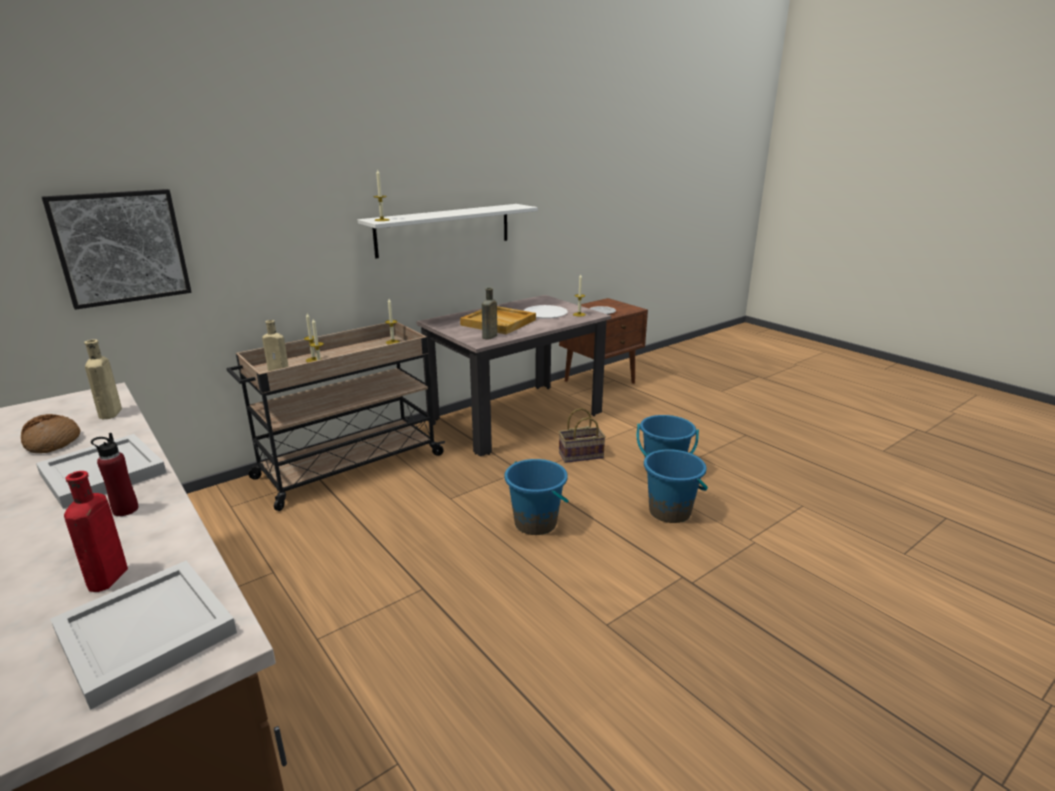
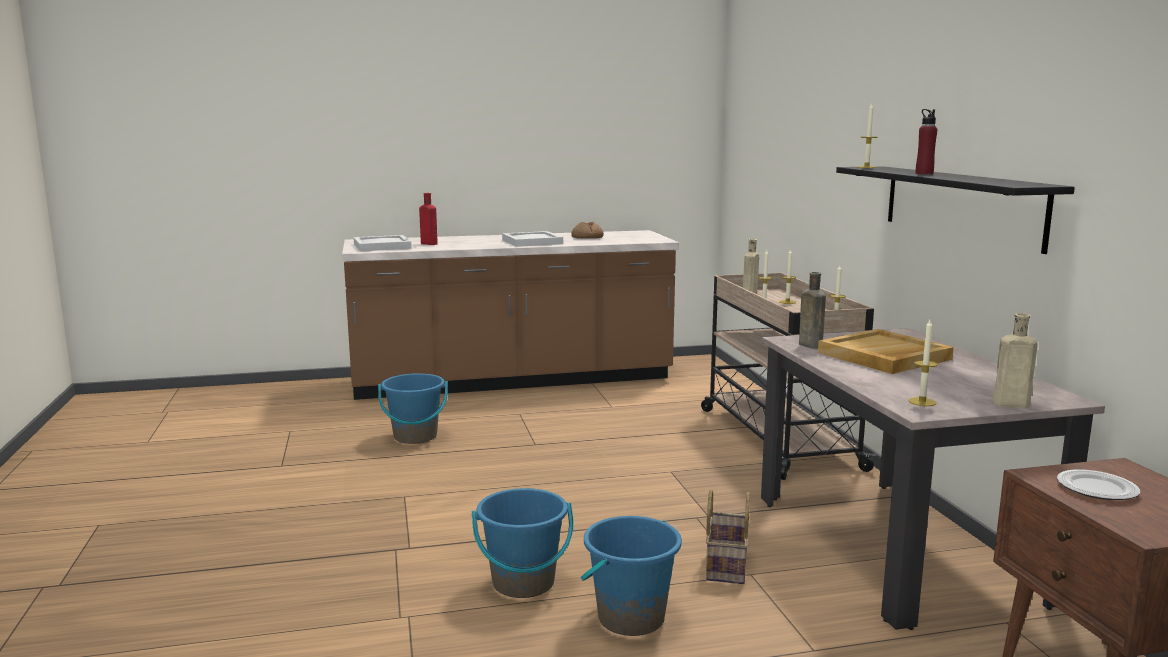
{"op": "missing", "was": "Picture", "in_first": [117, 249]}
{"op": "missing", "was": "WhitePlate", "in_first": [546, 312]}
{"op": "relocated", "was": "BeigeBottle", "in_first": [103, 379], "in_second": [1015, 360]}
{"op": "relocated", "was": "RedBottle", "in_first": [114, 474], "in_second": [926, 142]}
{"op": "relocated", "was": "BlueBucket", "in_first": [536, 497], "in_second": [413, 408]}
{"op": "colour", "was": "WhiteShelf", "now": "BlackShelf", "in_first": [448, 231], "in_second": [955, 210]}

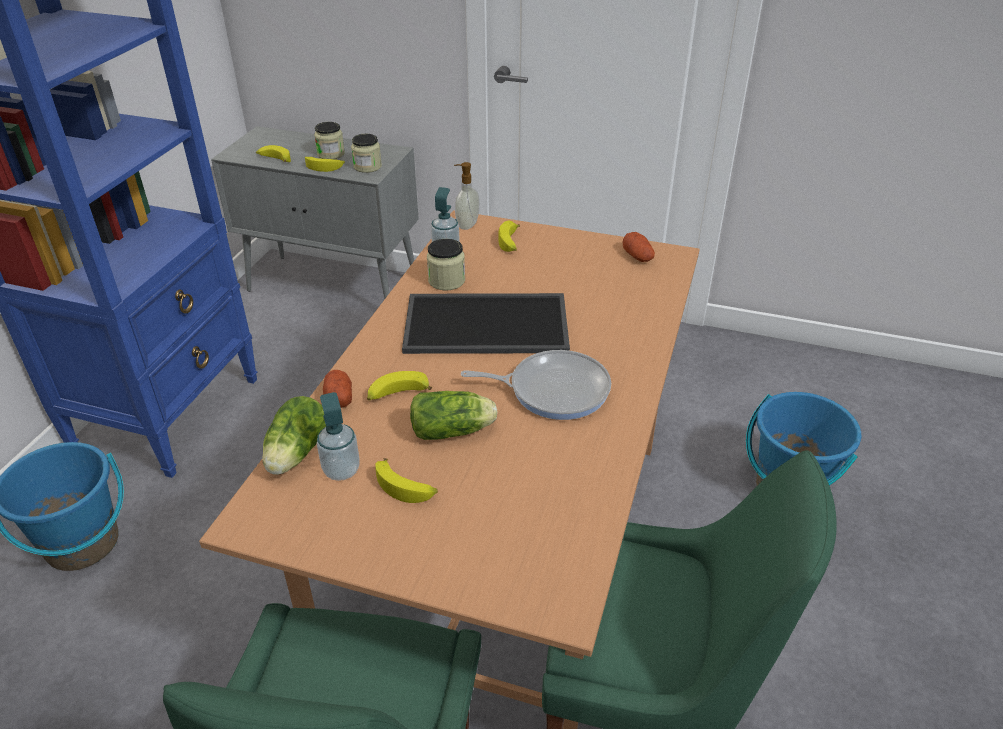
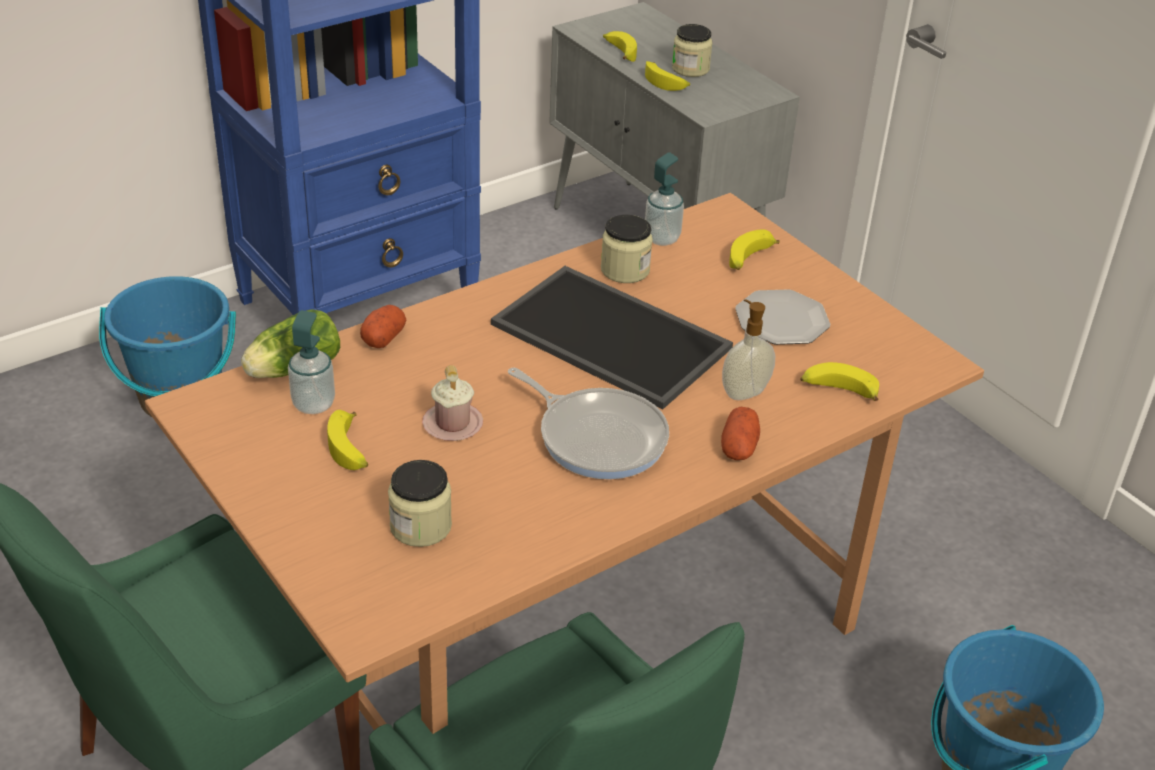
{"op": "appeared", "now": "Plate", "in_second": [783, 317]}
{"op": "relocated", "was": "Jar", "in_first": [366, 153], "in_second": [420, 503]}
{"op": "relocated", "was": "Banana", "in_first": [399, 385], "in_second": [840, 381]}
{"op": "relocated", "was": "SoapDispenser", "in_first": [467, 196], "in_second": [748, 349]}
{"op": "relocated", "was": "Potato", "in_first": [638, 247], "in_second": [740, 433]}
{"op": "exchanged", "was": "Lettuce", "now": "PinkMug", "in_first": [453, 415], "in_second": [452, 403]}

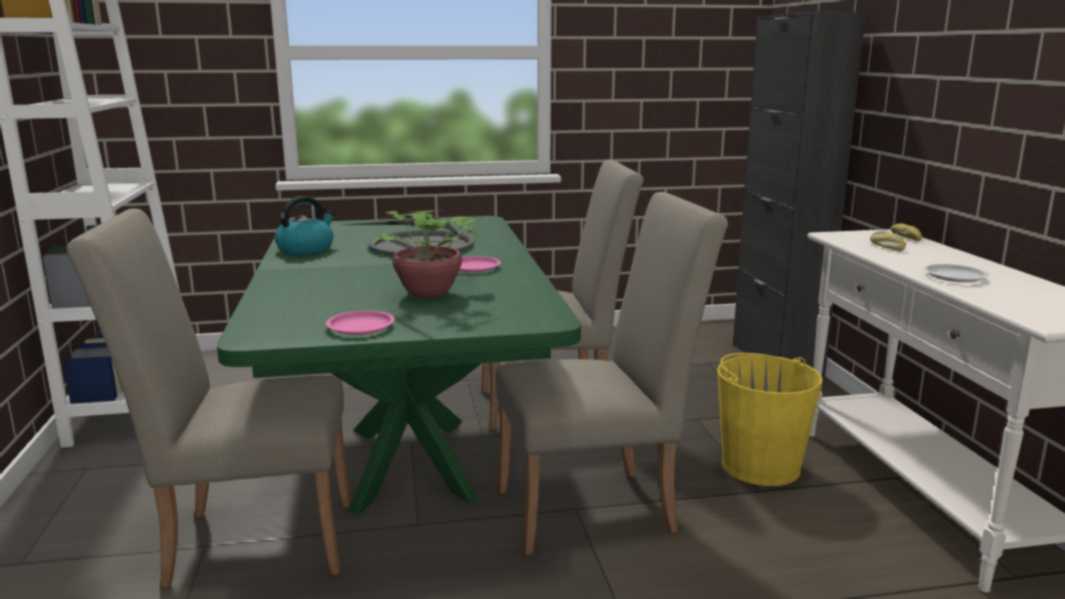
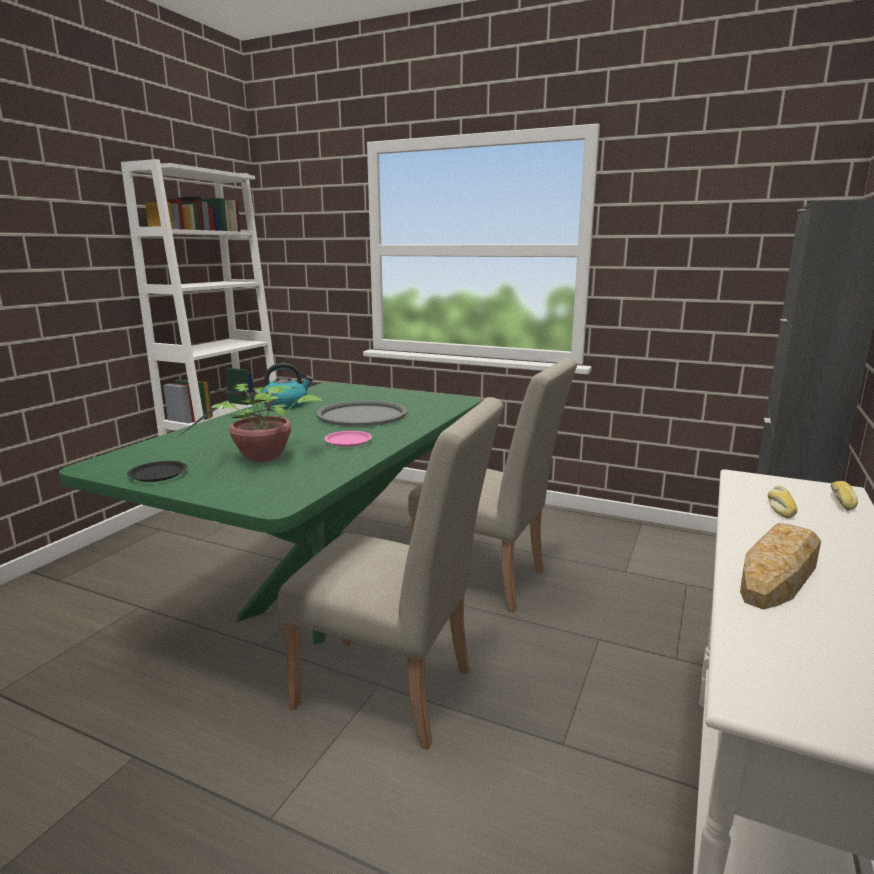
{"op": "missing", "was": "BeigeChair", "in_first": [209, 398]}
{"op": "missing", "was": "YellowBucket", "in_first": [770, 419]}
{"op": "exchanged", "was": "WhitePlate", "now": "Bread", "in_first": [956, 273], "in_second": [780, 566]}
{"op": "colour", "was": "PinkPlate", "now": "BlackPlate", "in_first": [360, 323], "in_second": [157, 471]}

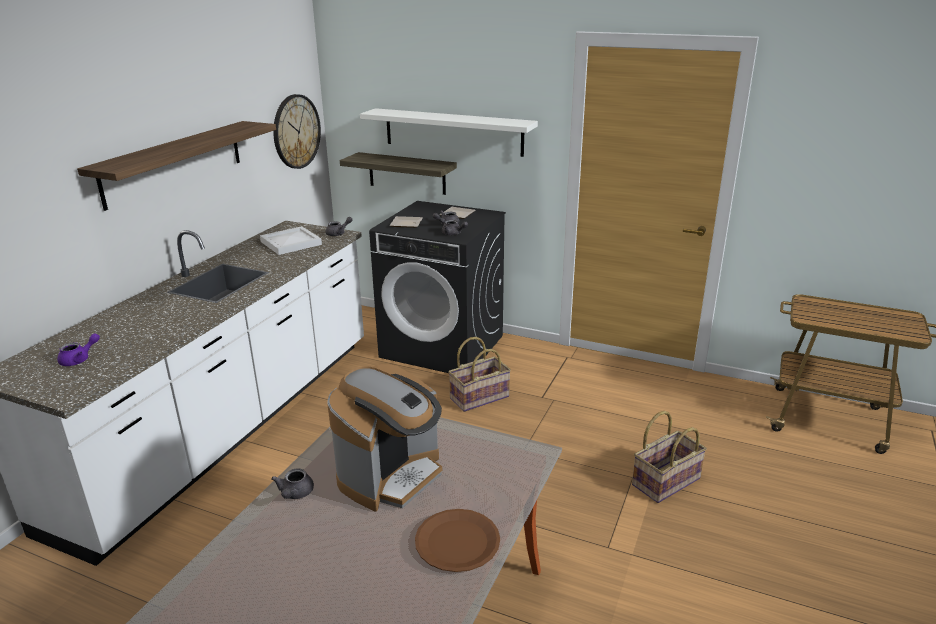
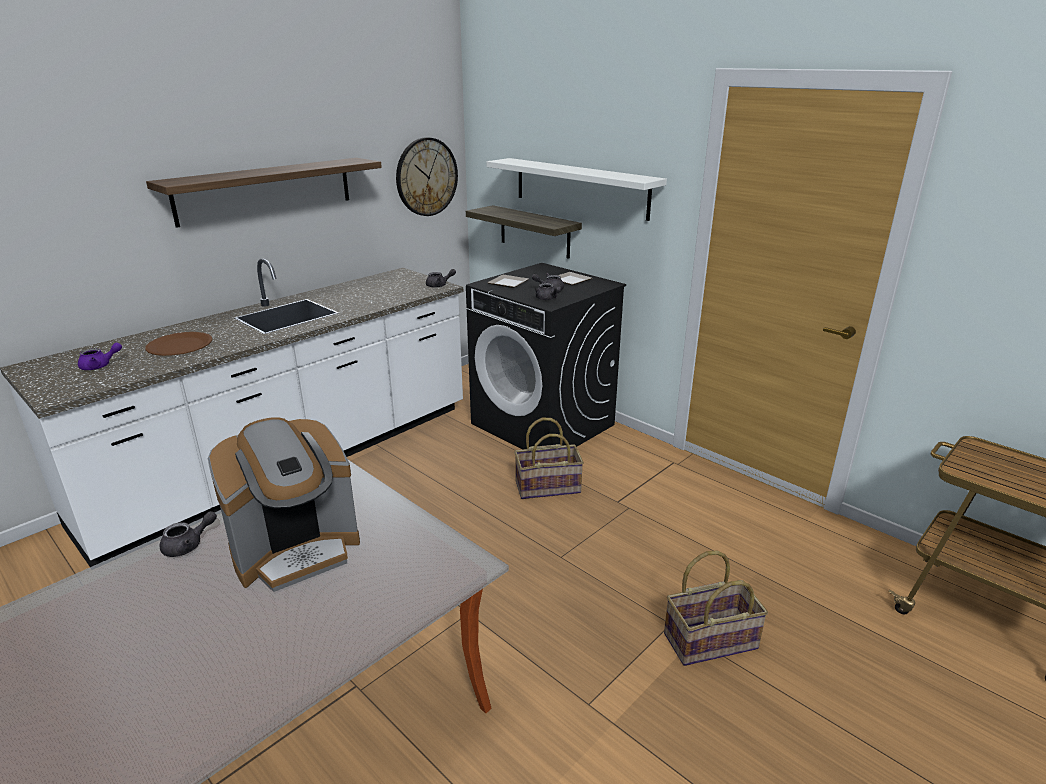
{"op": "missing", "was": "WhiteTray", "in_first": [291, 240]}
{"op": "relocated", "was": "BrownPlate", "in_first": [457, 540], "in_second": [178, 344]}
{"op": "spun", "was": "GreyTeapot", "in_first": [292, 483], "in_second": [188, 534], "clockwise": -150}

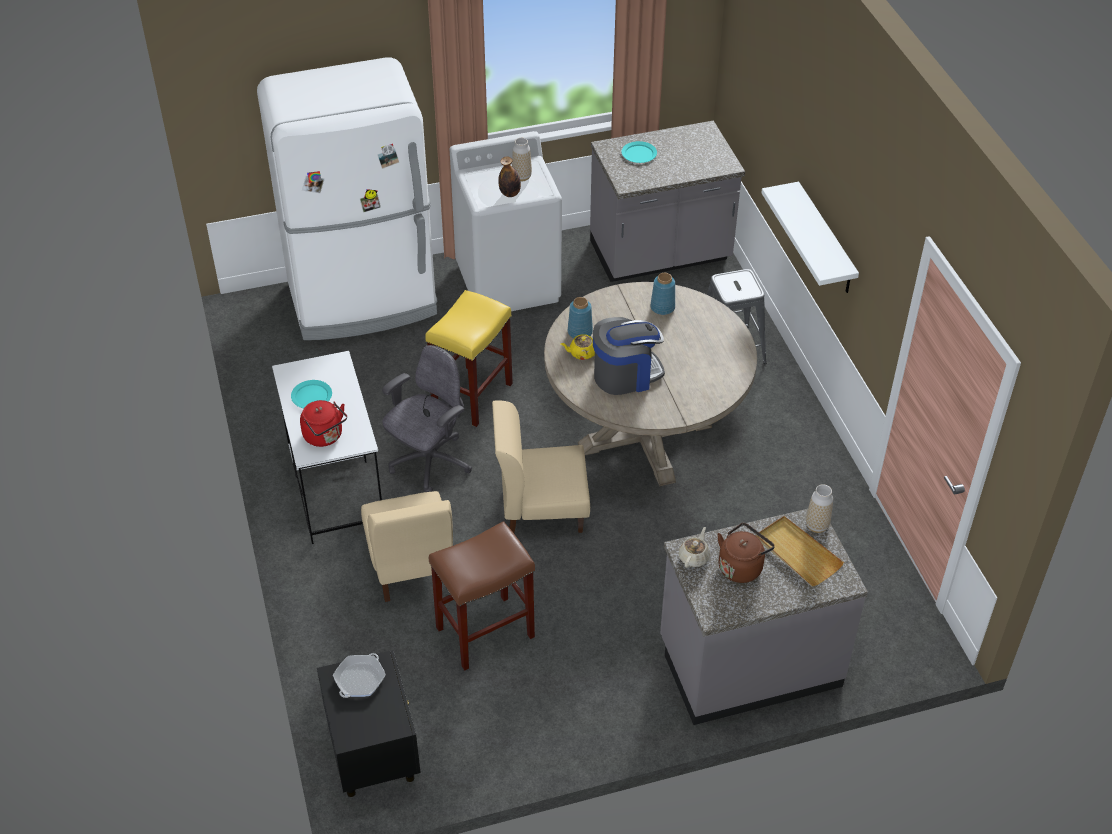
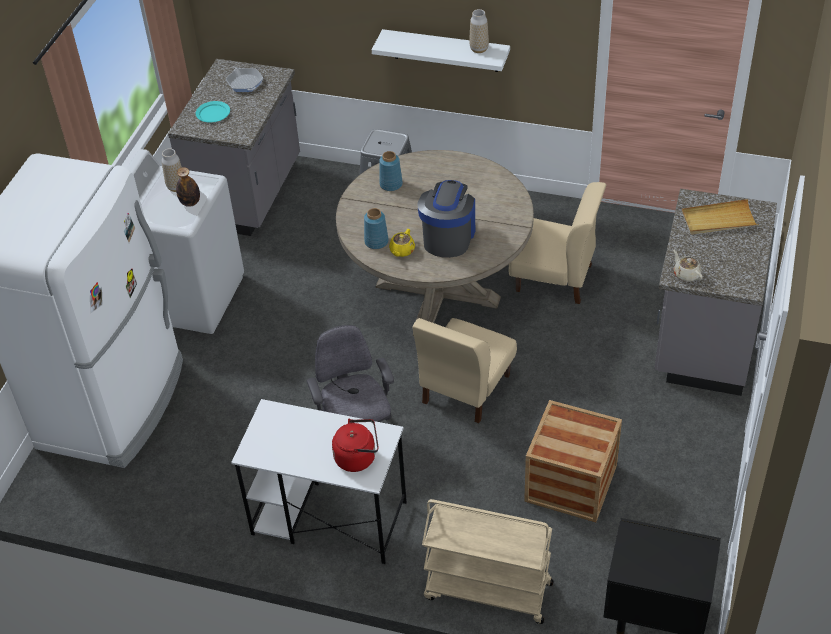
{"op": "missing", "was": "TurquoisePlate", "in_first": [311, 394]}
{"op": "missing", "was": "YellowStool", "in_first": [469, 358]}
{"op": "missing", "was": "BrownKettle", "in_first": [746, 553]}
{"op": "appeared", "now": "BeigeCart", "in_second": [488, 561]}
{"op": "relocated", "was": "FryingPan", "in_first": [359, 675], "in_second": [244, 80]}
{"op": "relocated", "was": "BeigeChair", "in_first": [407, 546], "in_second": [557, 243]}
{"op": "relocated", "was": "Vase", "in_first": [819, 508], "in_second": [479, 31]}
{"op": "exchanged", "was": "BrownStool", "now": "Crate", "in_first": [482, 596], "in_second": [573, 461]}

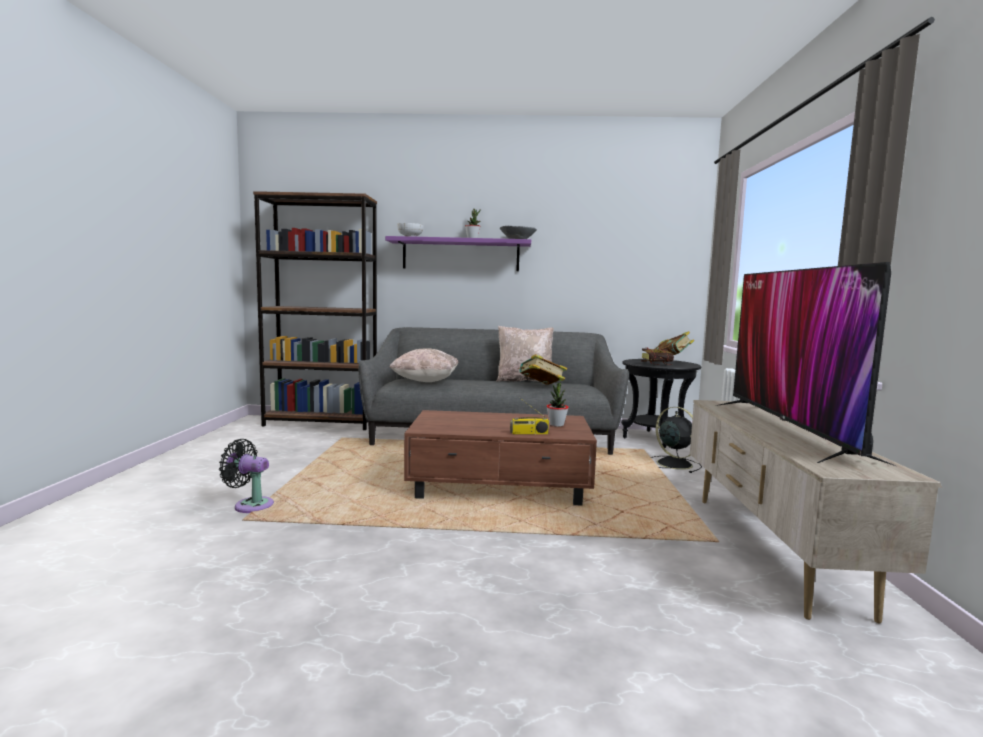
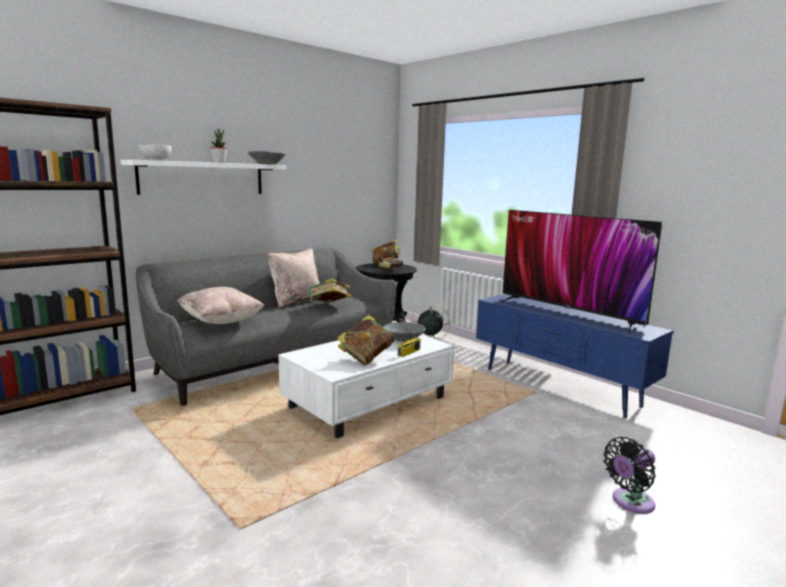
{"op": "appeared", "now": "Book", "in_second": [366, 340]}
{"op": "relocated", "was": "BlackFan", "in_first": [246, 476], "in_second": [629, 475]}
{"op": "exchanged", "was": "PottedPlant", "now": "GreyBowl", "in_first": [557, 404], "in_second": [404, 332]}
{"op": "colour", "was": "PurpleShelf", "now": "WhiteShelf", "in_first": [458, 253], "in_second": [203, 177]}
{"op": "colour", "was": "BrownCoffeeTable", "now": "WhiteCoffeeTable", "in_first": [500, 458], "in_second": [366, 386]}
{"op": "colour", "was": "BeigeTvStand", "now": "BlueTvStand", "in_first": [816, 511], "in_second": [575, 356]}

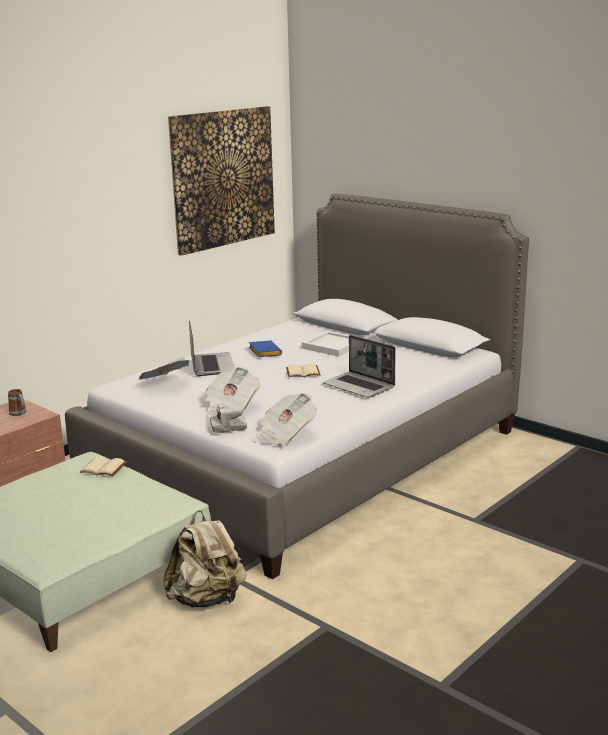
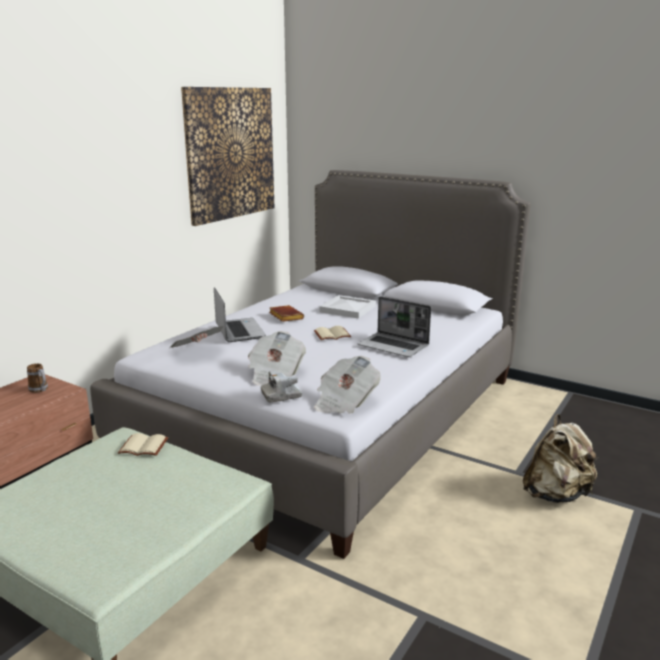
{"op": "relocated", "was": "BeigeBackpack", "in_first": [205, 558], "in_second": [561, 458]}
{"op": "colour", "was": "BlueBook", "now": "BrownBook", "in_first": [265, 348], "in_second": [286, 313]}

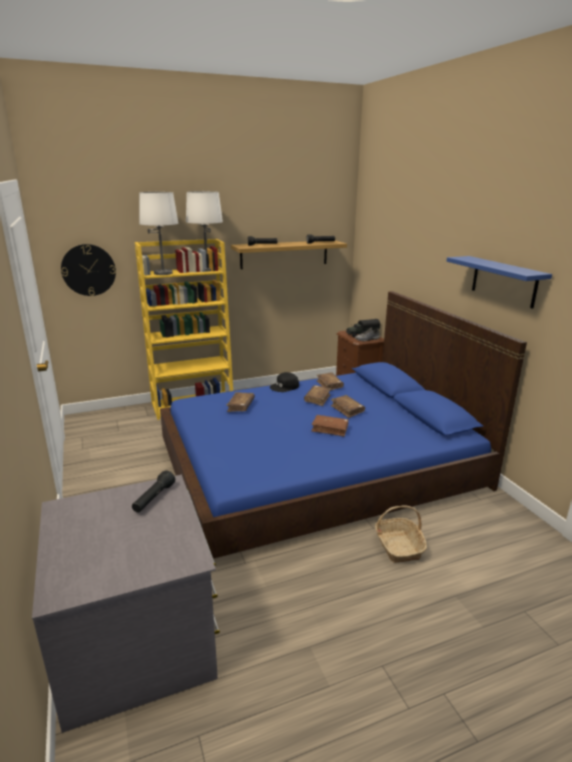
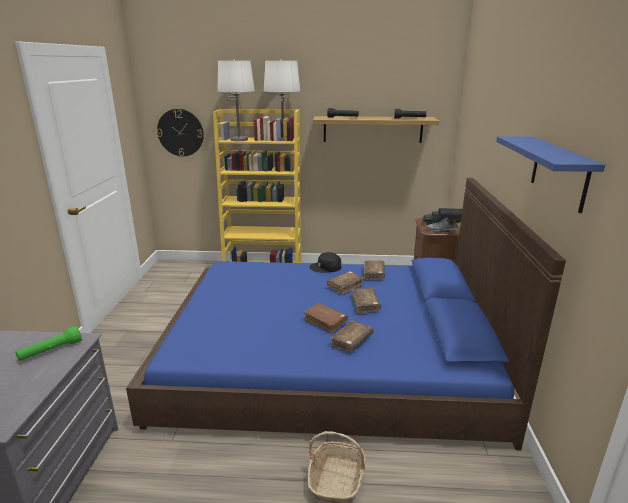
{"op": "relocated", "was": "BrownBook", "in_first": [240, 402], "in_second": [351, 336]}
{"op": "colour", "was": "BlackFlashlight", "now": "GreenFlashlight", "in_first": [153, 491], "in_second": [48, 343]}

